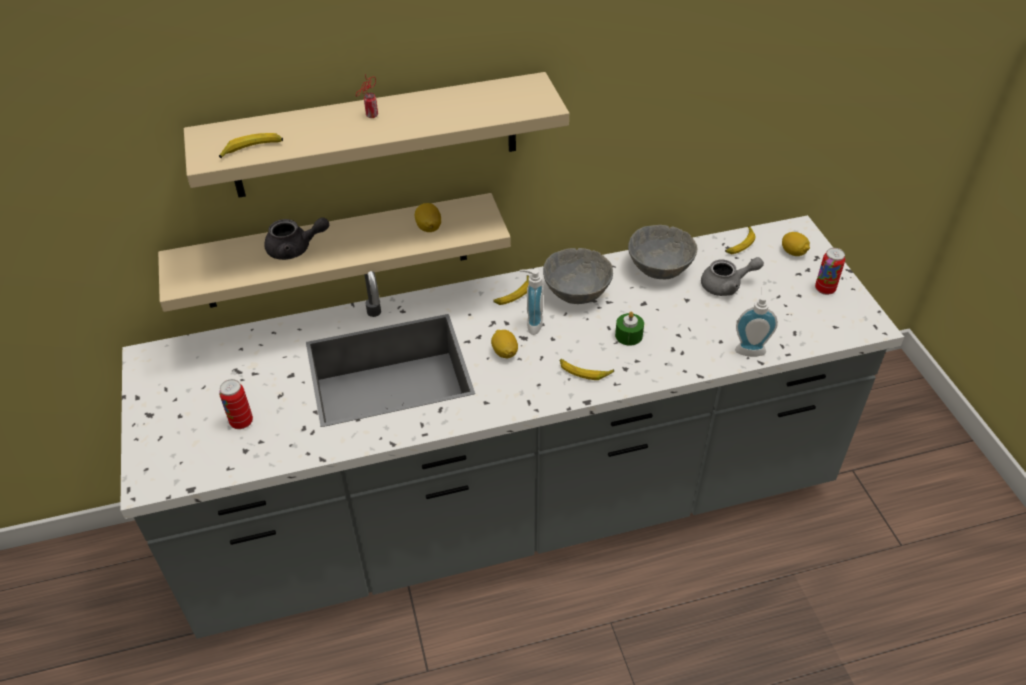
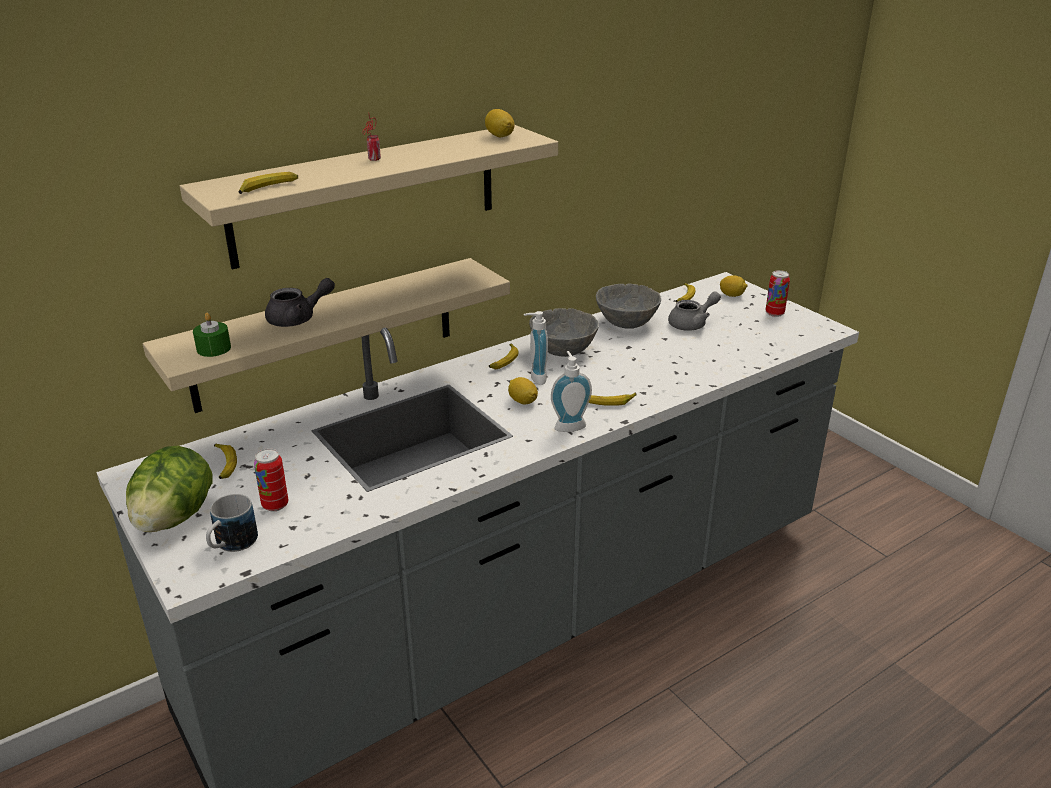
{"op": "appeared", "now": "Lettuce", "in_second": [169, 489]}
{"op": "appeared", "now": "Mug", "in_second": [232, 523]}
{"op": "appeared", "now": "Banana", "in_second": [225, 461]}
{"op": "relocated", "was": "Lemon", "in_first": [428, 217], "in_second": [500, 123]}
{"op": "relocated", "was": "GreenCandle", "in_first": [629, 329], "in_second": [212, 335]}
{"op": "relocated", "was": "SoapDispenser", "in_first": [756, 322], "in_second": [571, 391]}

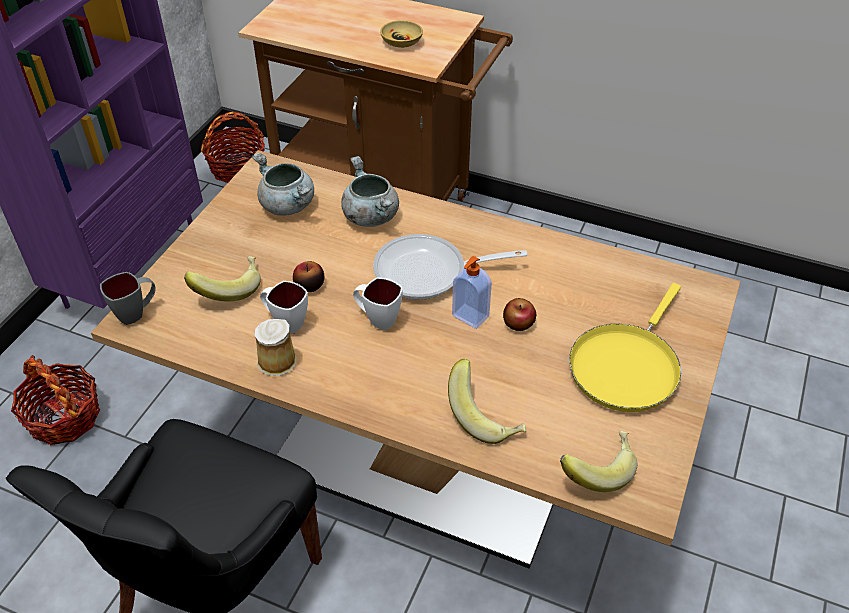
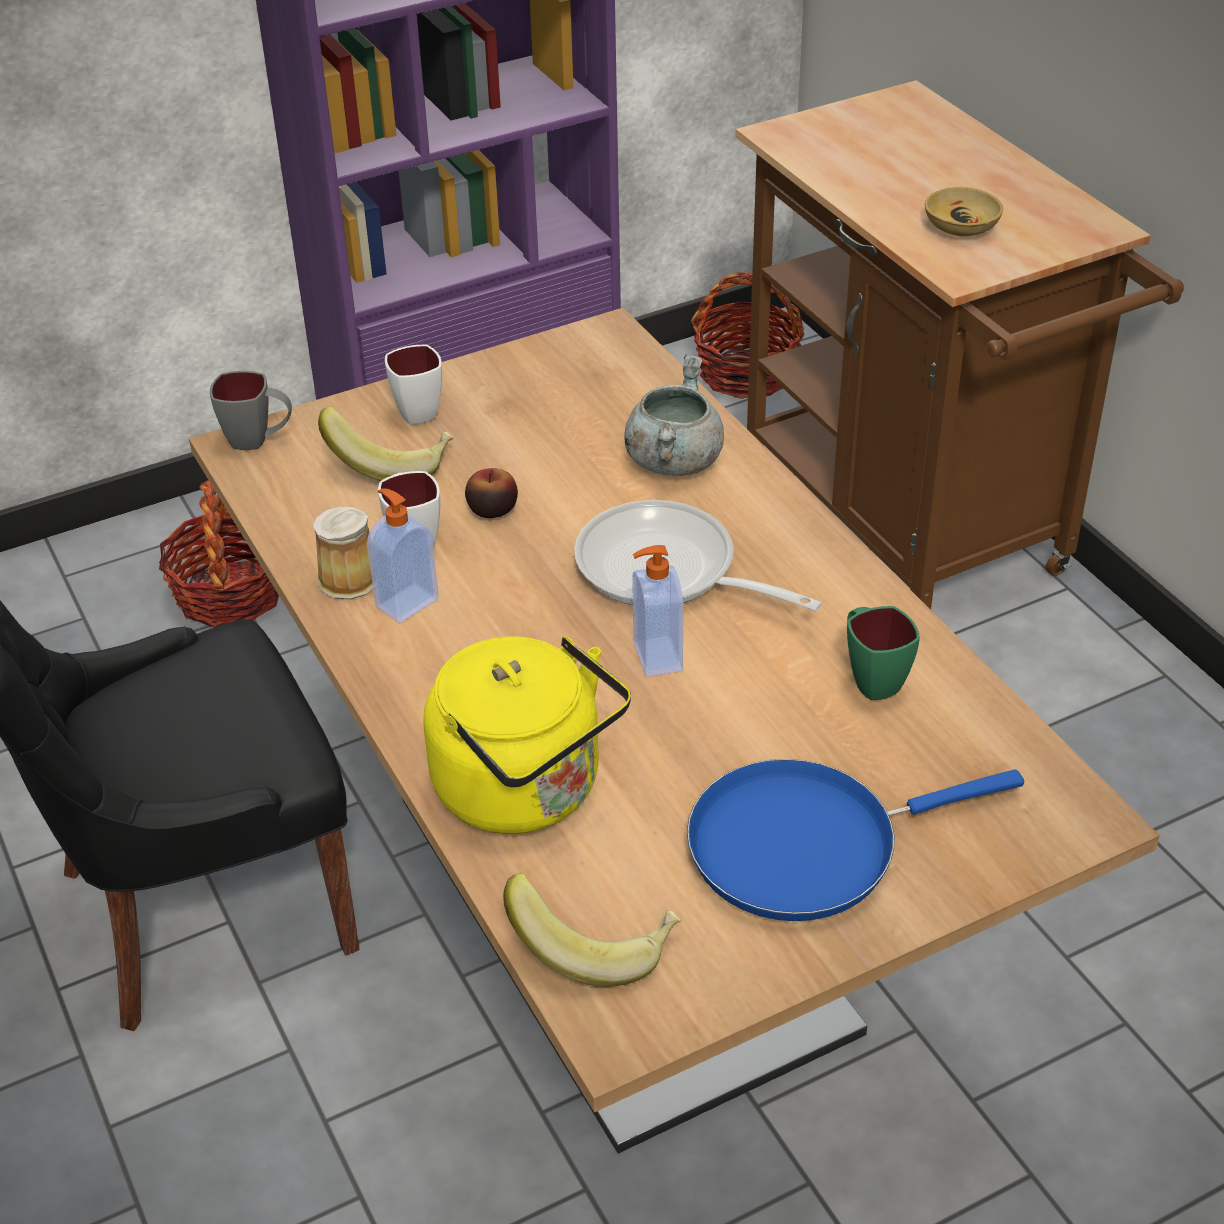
{"op": "missing", "was": "GreyCookingPot", "in_first": [283, 184]}
{"op": "missing", "was": "Apple", "in_first": [519, 314]}
{"op": "appeared", "now": "SoapDispenser", "in_second": [403, 555]}
{"op": "appeared", "now": "GreenMug", "in_second": [883, 653]}
{"op": "relocated", "was": "WhiteMug", "in_first": [378, 303], "in_second": [413, 384]}
{"op": "exchanged", "was": "Banana", "now": "YellowKettle", "in_first": [487, 401], "in_second": [527, 735]}
{"op": "colour", "was": "YellowFryingPan", "now": "BlueFryingPan", "in_first": [625, 347], "in_second": [855, 840]}

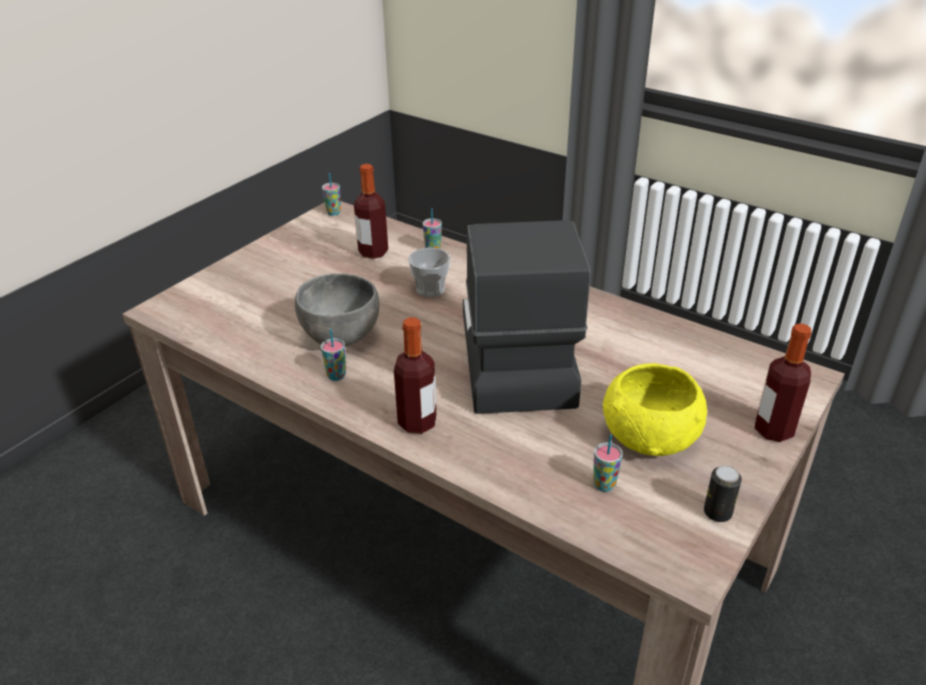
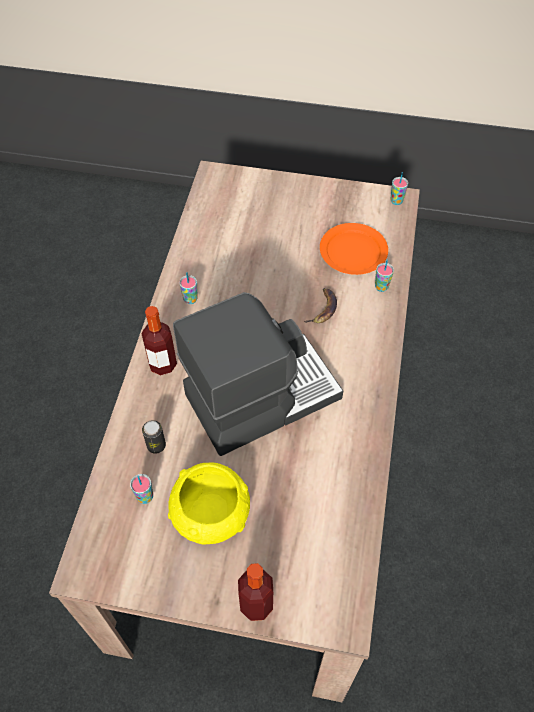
{"op": "missing", "was": "GreyBowl", "in_first": [337, 310]}
{"op": "relocated", "was": "Can", "in_first": [723, 493], "in_second": [154, 437]}
{"op": "exchanged", "was": "Bottle", "now": "OrangePlate", "in_first": [371, 211], "in_second": [354, 249]}
{"op": "exchanged", "was": "Cup", "now": "Banana", "in_first": [429, 272], "in_second": [320, 305]}

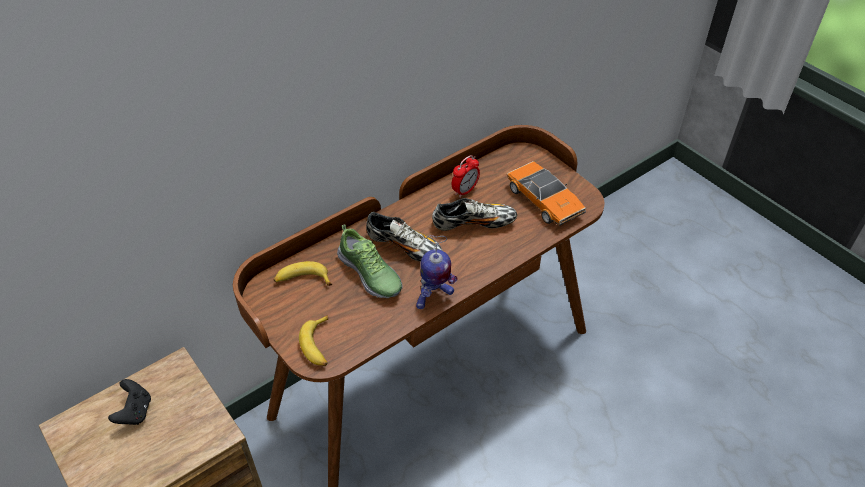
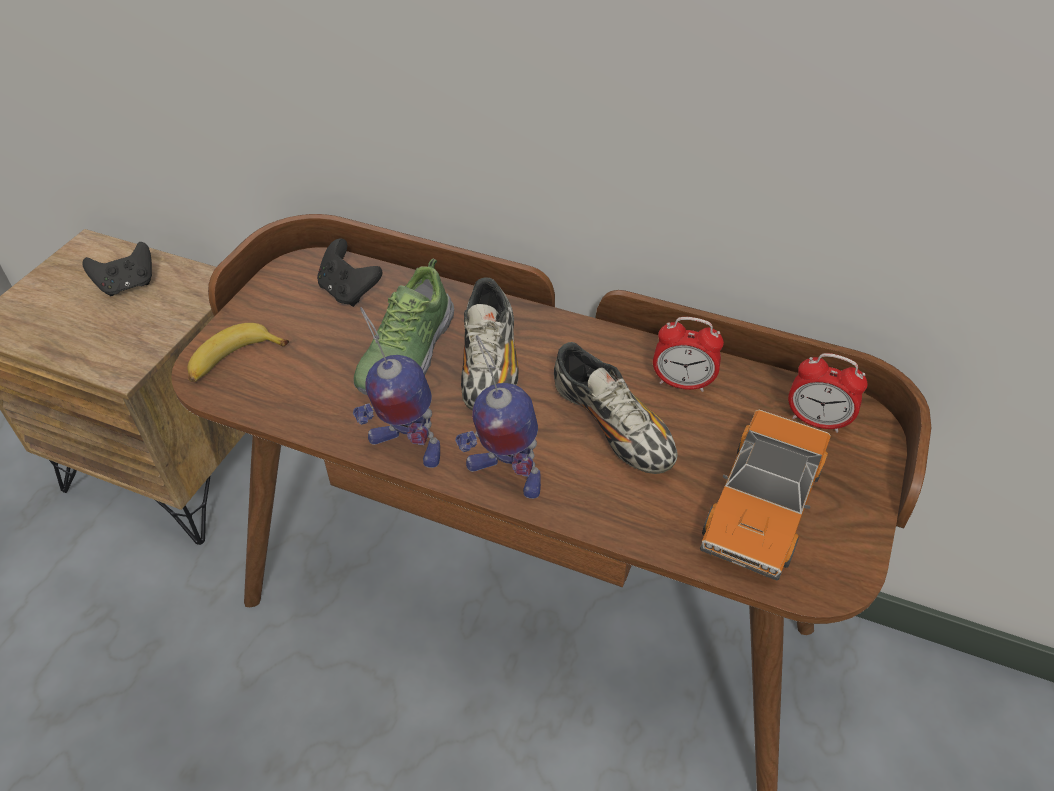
{"op": "appeared", "now": "ToyRobot", "in_second": [498, 417]}
{"op": "appeared", "now": "AlarmClock", "in_second": [828, 393]}
{"op": "exchanged", "was": "Banana", "now": "BlackGameController", "in_first": [303, 273], "in_second": [349, 273]}

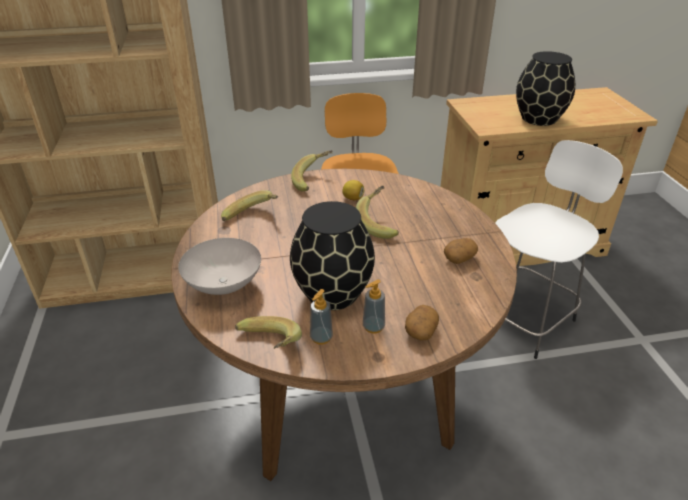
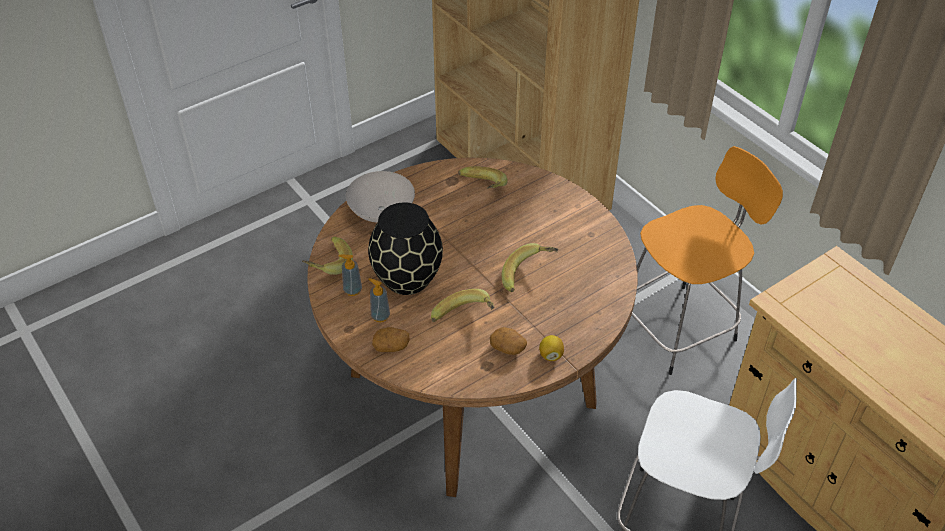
{"op": "missing", "was": "BlackVase", "in_first": [545, 88]}
{"op": "relocated", "was": "Banana", "in_first": [312, 170], "in_second": [462, 305]}
{"op": "relocated", "was": "Lemon", "in_first": [353, 190], "in_second": [551, 348]}

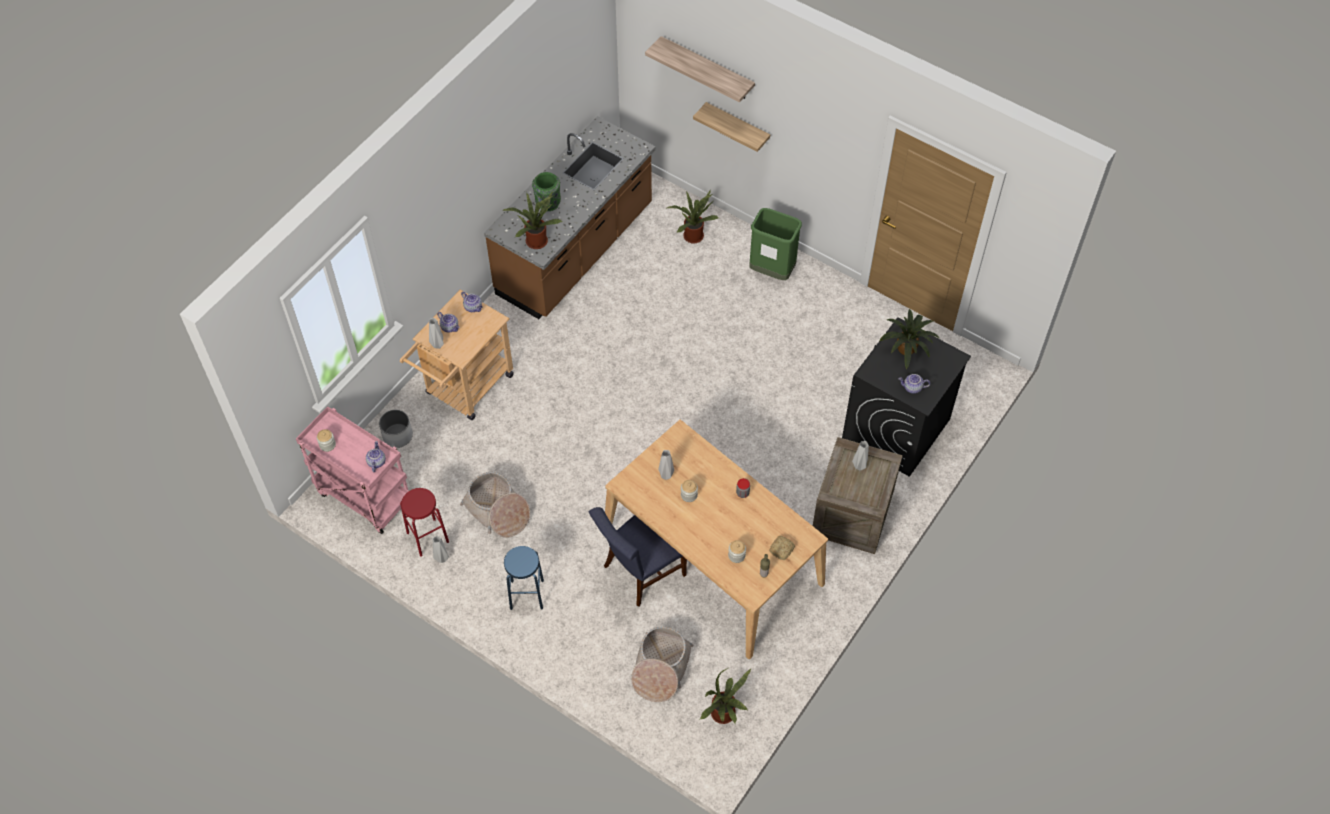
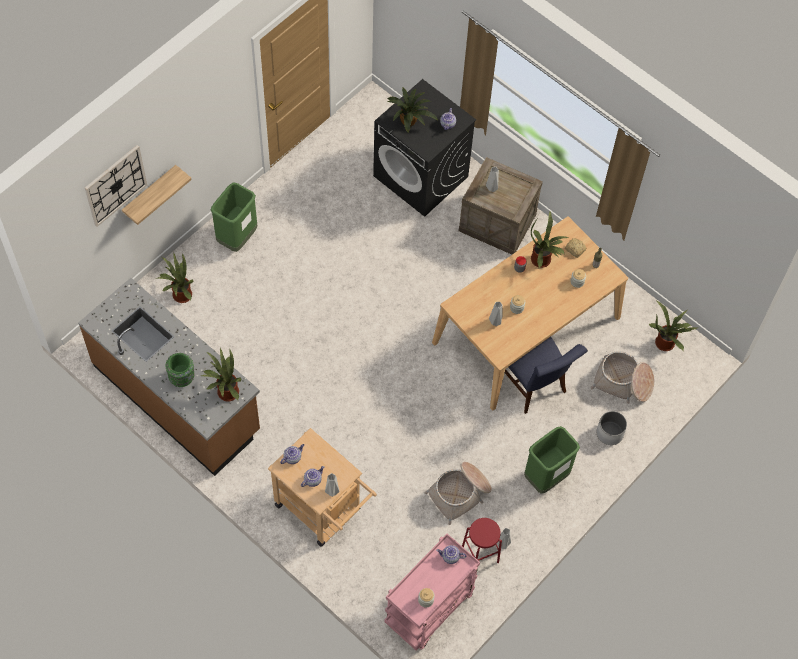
{"op": "appeared", "now": "PottedPlant", "in_second": [550, 239]}
{"op": "relocated", "was": "WhitePlanter", "in_first": [396, 429], "in_second": [612, 428]}
{"op": "exchanged", "was": "BlueStool", "now": "GreenTrashCan", "in_first": [524, 578], "in_second": [552, 460]}
{"op": "exchanged", "was": "Shelf", "now": "WallClock", "in_first": [700, 69], "in_second": [116, 186]}

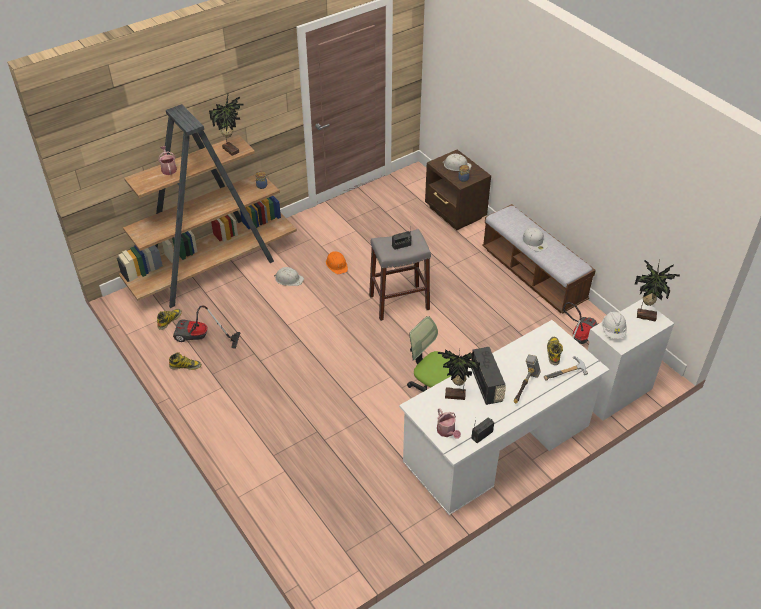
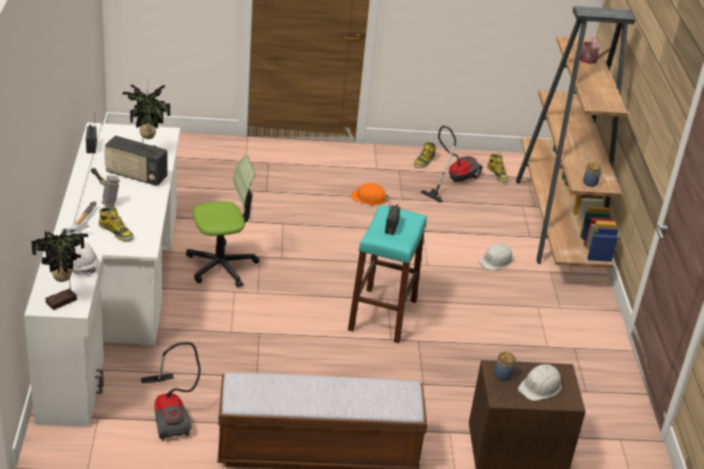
{"op": "missing", "was": "PottedPlant", "in_first": [226, 125]}
{"op": "missing", "was": "WateringCan", "in_first": [449, 423]}
{"op": "missing", "was": "WhiteCap", "in_first": [535, 239]}
{"op": "relocated", "was": "OrangeHardHat", "in_first": [337, 262], "in_second": [370, 194]}
{"op": "colour", "was": "GreyStool", "now": "TurquoiseStool", "in_first": [400, 275], "in_second": [387, 274]}

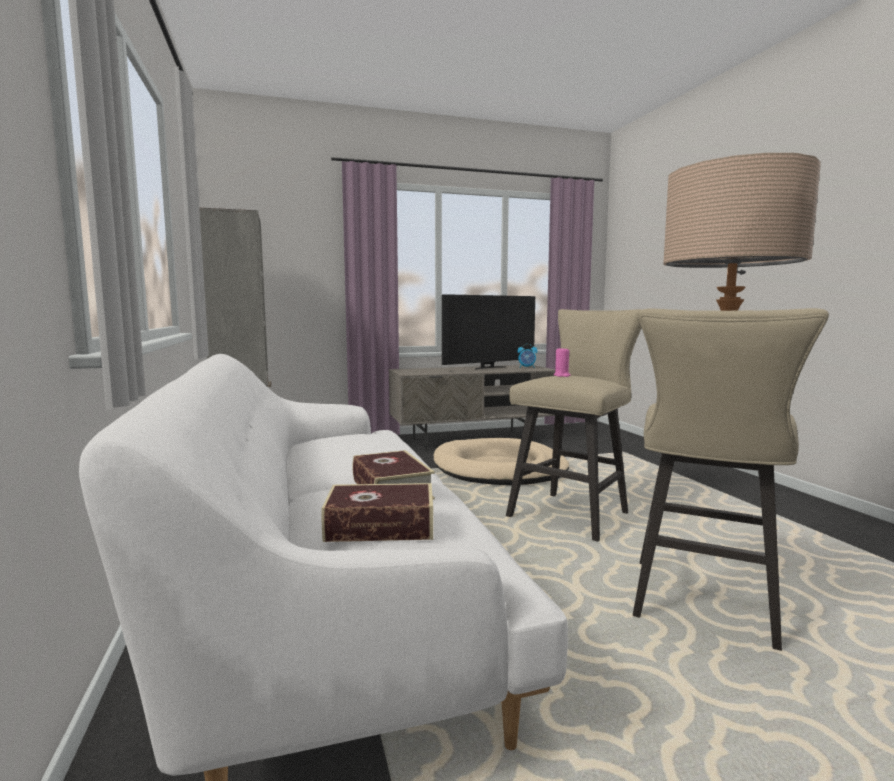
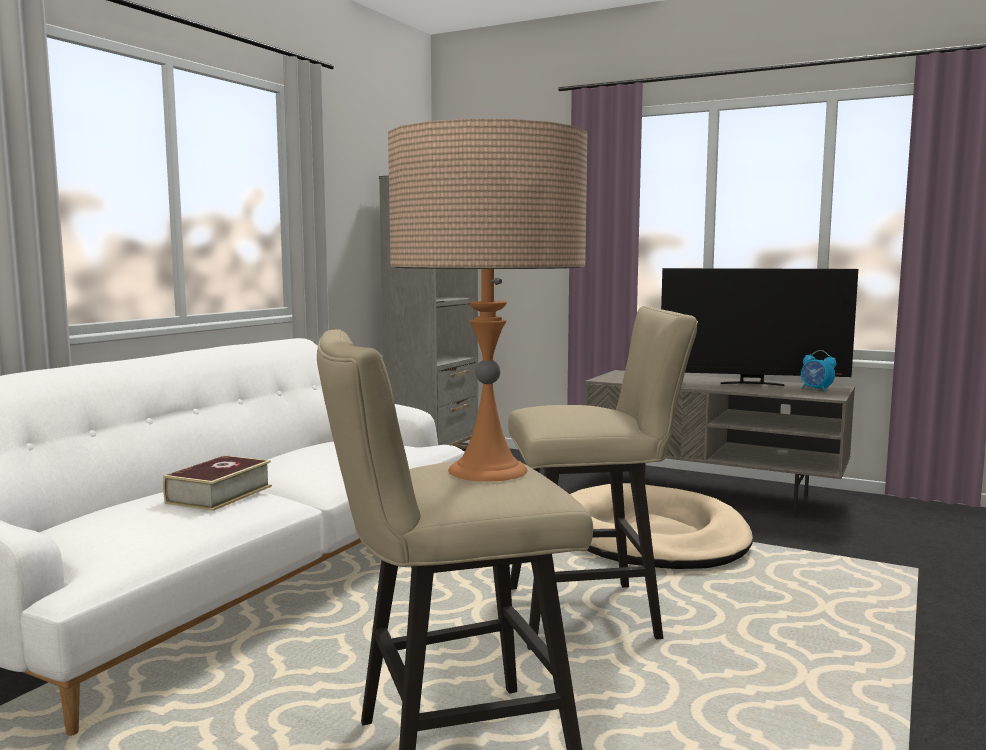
{"op": "missing", "was": "Book", "in_first": [377, 512]}
{"op": "missing", "was": "PinkCandle", "in_first": [562, 362]}

